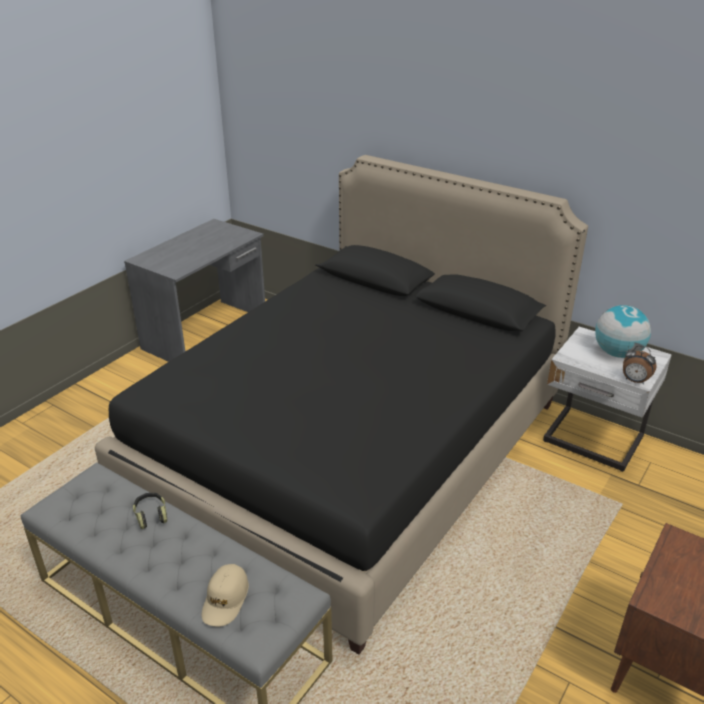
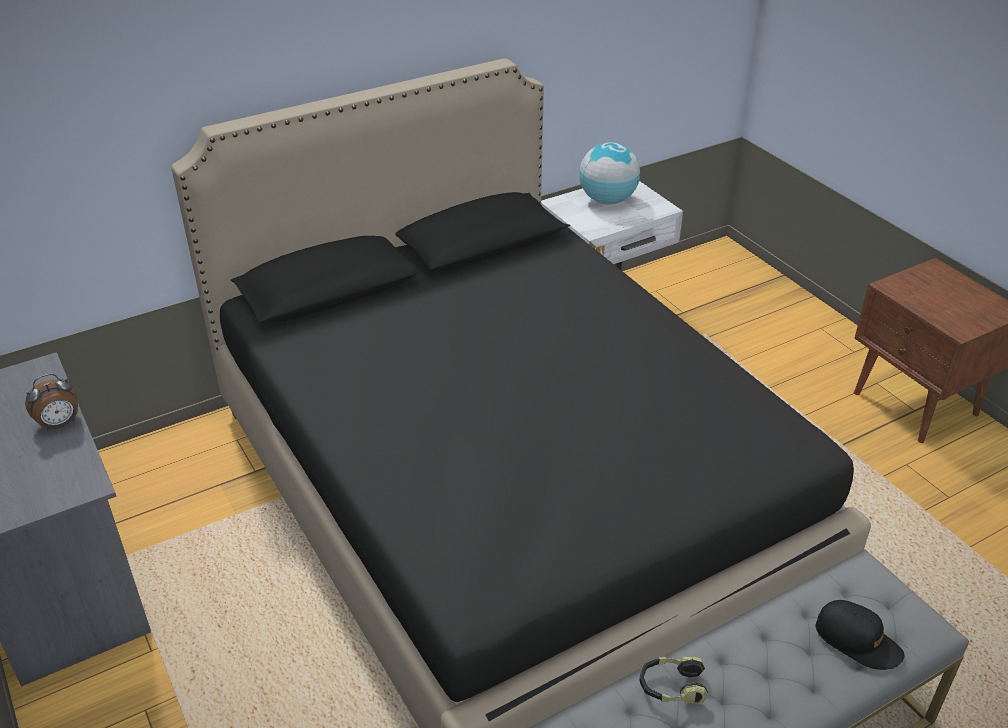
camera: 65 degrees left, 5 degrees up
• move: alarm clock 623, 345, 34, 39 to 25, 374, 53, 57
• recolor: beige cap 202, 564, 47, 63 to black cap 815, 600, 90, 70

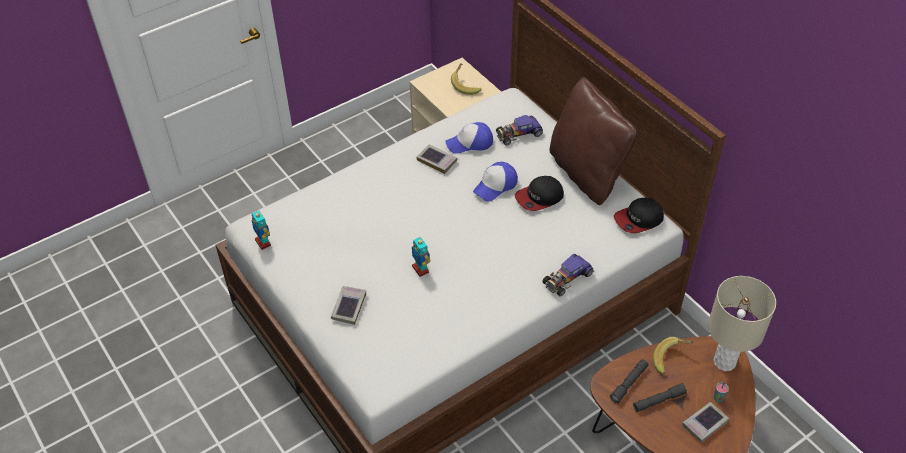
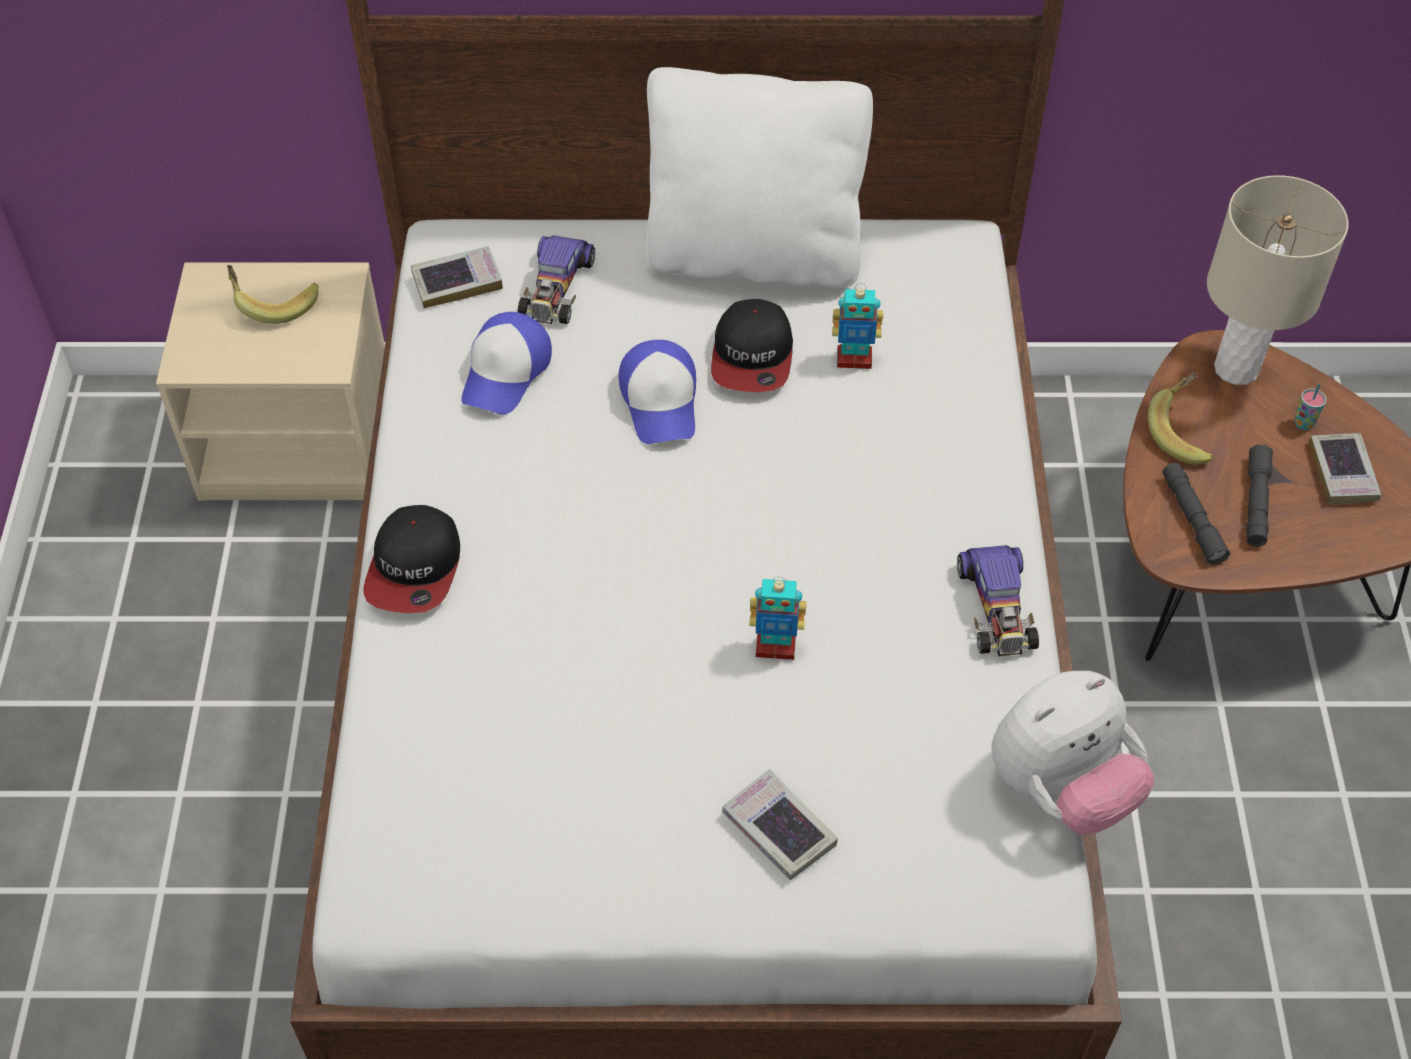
camera: 55 degrees left, 5 degrees up
• move: cap 614, 198, 50, 35 to 364, 505, 96, 108
• move: book 416, 144, 41, 30 to 411, 246, 92, 62
• recolor: brown pillow 549, 77, 89, 128 to white pillow 646, 67, 227, 221
• move: toy robot 251, 211, 20, 39 to 832, 283, 51, 86
• move: toy car 542, 254, 51, 42 to 957, 545, 82, 111
• insert: plush toy 992, 671, 163, 164

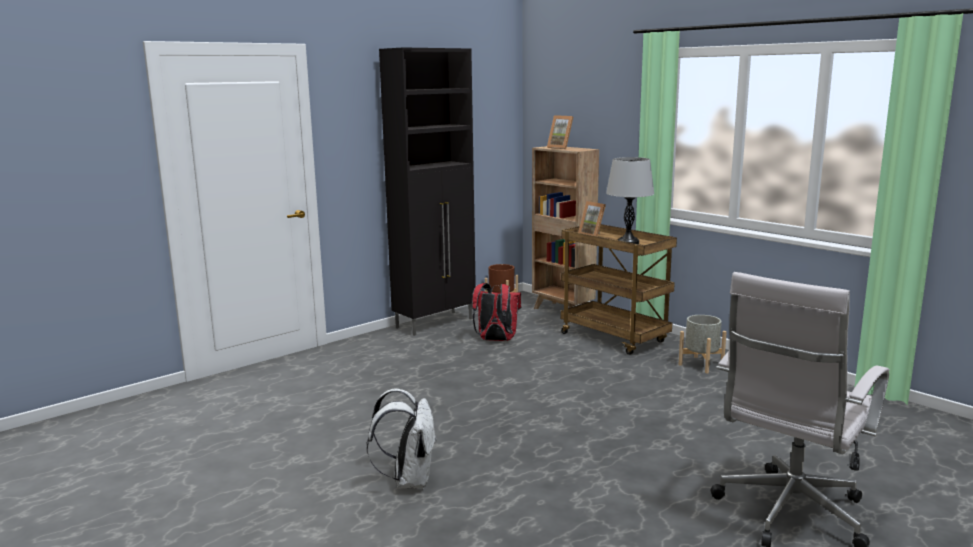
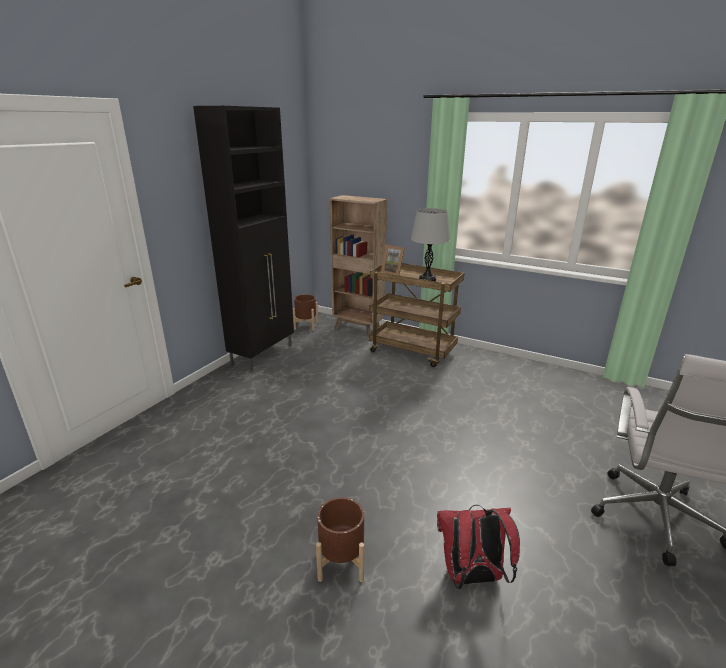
camera: 20 degrees left, 10 degrees up
• replace: white backpack 366, 388, 71, 101 to brown planter 316, 497, 48, 85
• move: red backpack 472, 283, 50, 58 to 437, 505, 83, 84
• delete: picture frame 547, 115, 26, 34
• delete: grey planter 678, 315, 49, 59

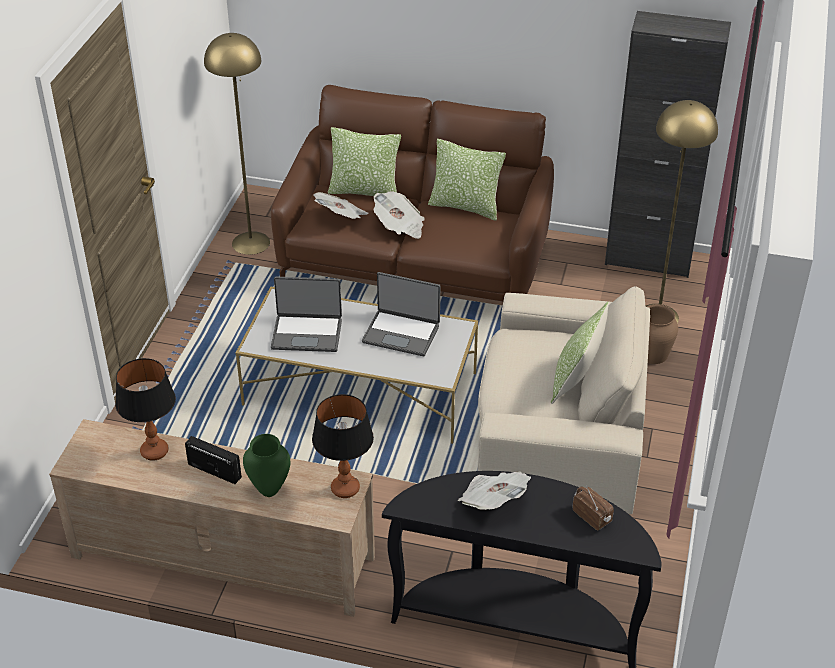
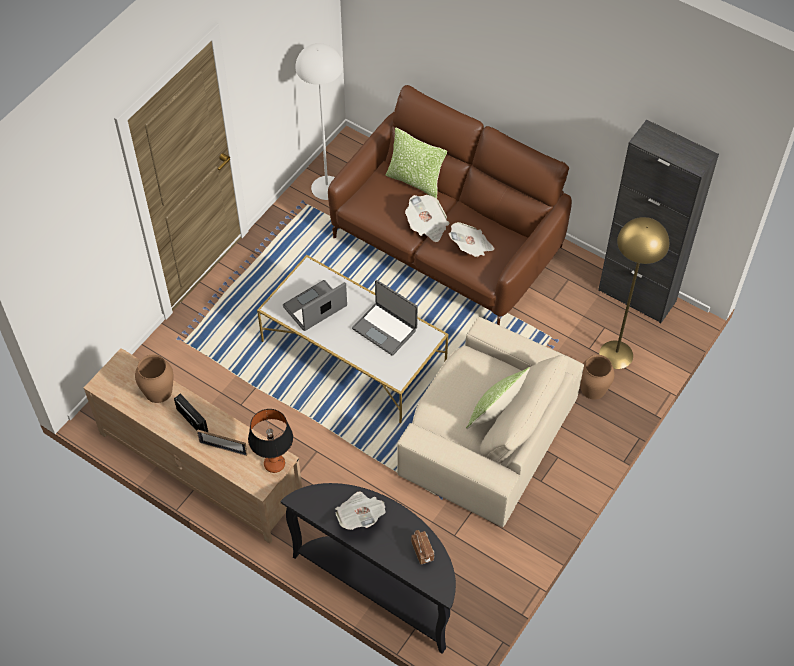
camera: 20 degrees right, 15 degrees up
• replace: table lamp 115, 358, 61, 103 to brown vase 135, 355, 39, 48
• replace: green vase 243, 434, 48, 63 to picture frame 197, 429, 51, 27
• rotate: laptop 271, 277, 71, 75 = 283, 280, 64, 51 120 degrees clockwise
• recolor: yellow floor lamp 204, 33, 66, 222 to white floor lamp 295, 43, 48, 157
• move: newspaper 313, 192, 56, 27 to 449, 222, 45, 35
• delete: pillow 428, 139, 78, 82

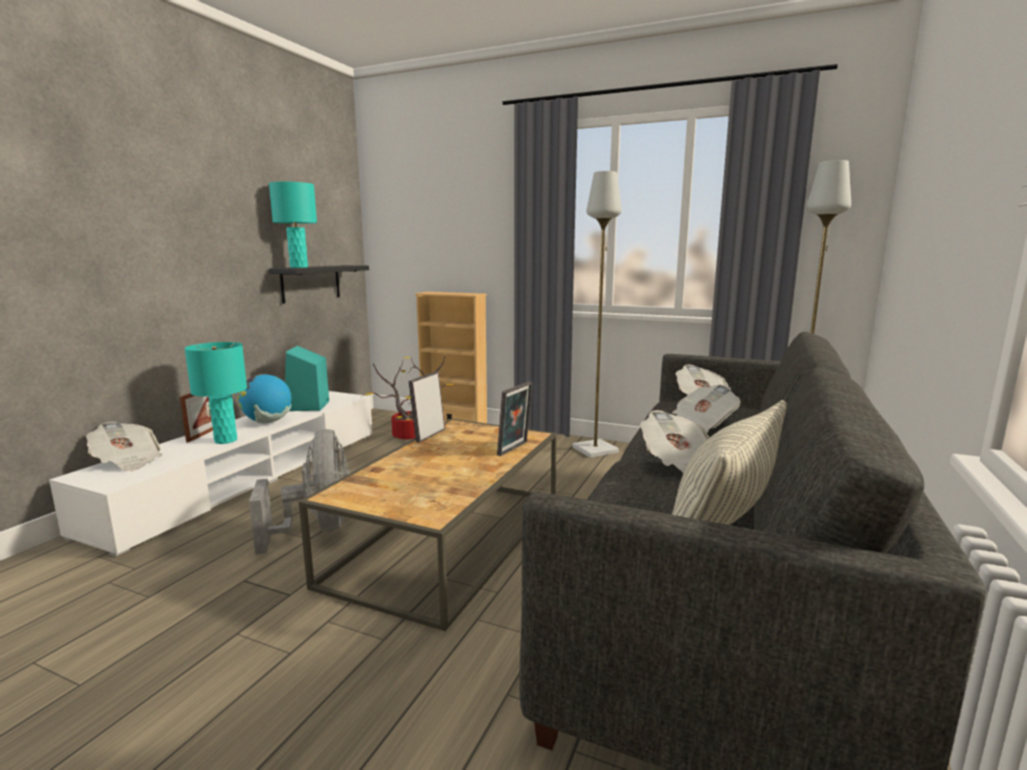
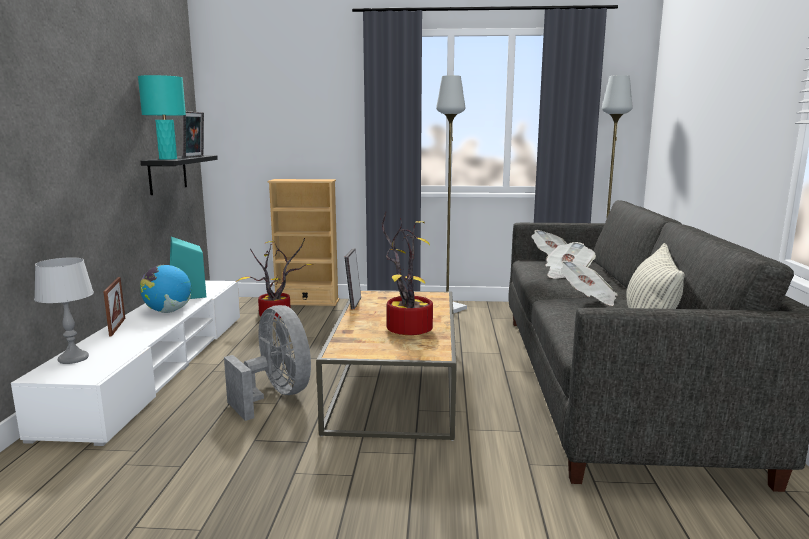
camera: 20 degrees left, 0 degrees up
• replace: newspaper 86, 422, 76, 49 to grey table lamp 34, 257, 60, 107
• move: picture frame 497, 382, 36, 74 to 183, 112, 21, 46
• insert: potted plant 382, 211, 51, 124
• delete: turquoise table lamp 184, 342, 63, 102

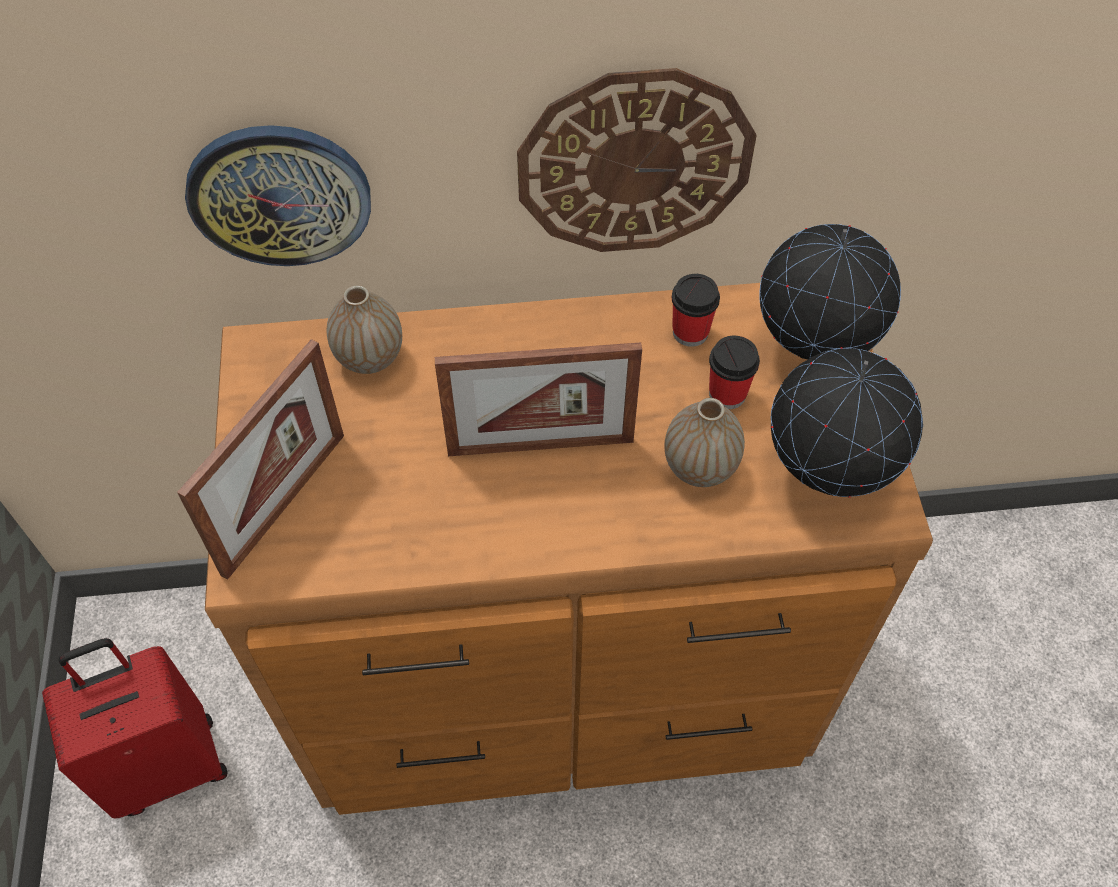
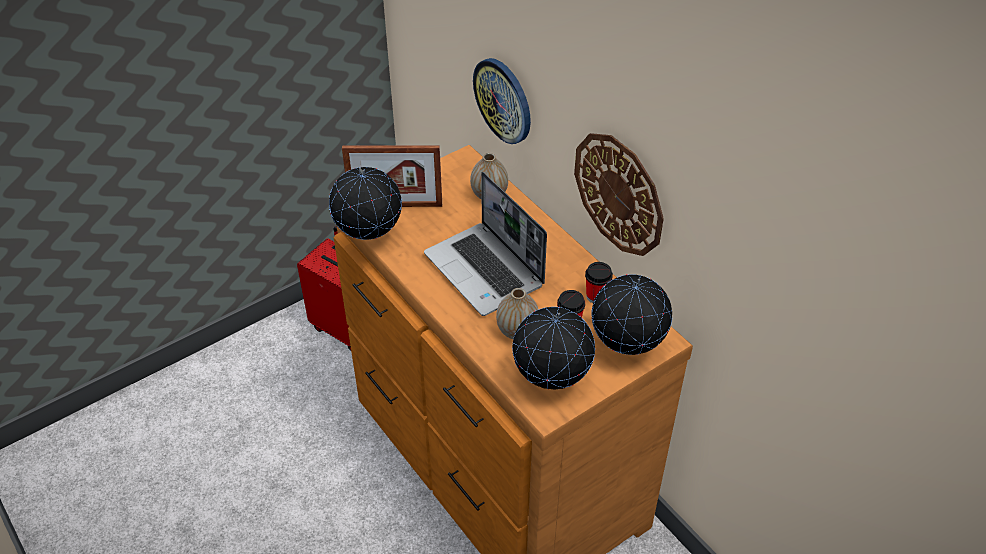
camera: 60 degrees right, 10 degrees down
• insert: globe 329, 167, 73, 73
• replace: picture frame 435, 342, 207, 114 to laptop 424, 172, 123, 144

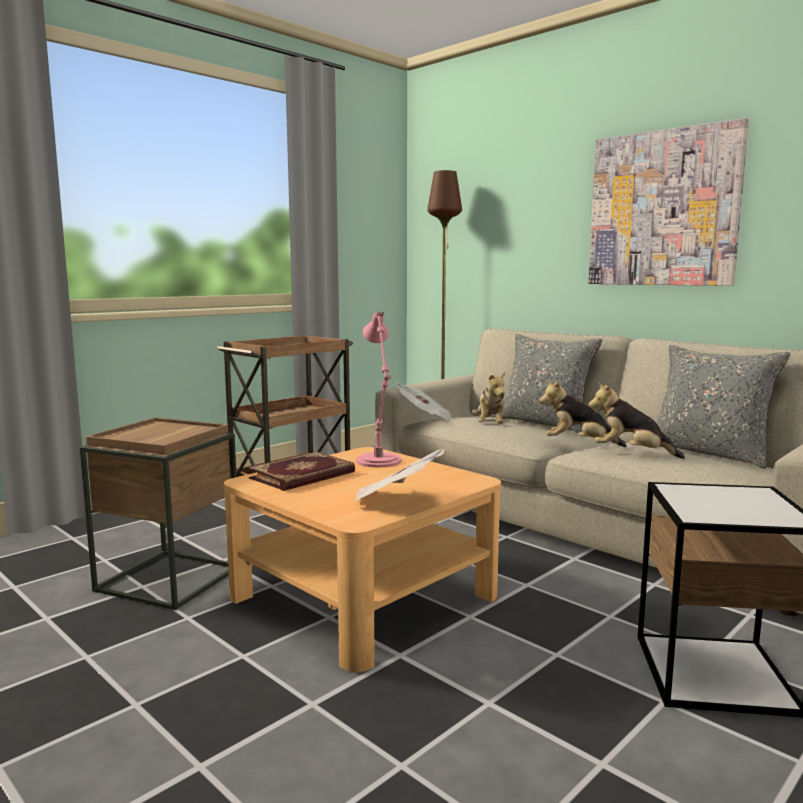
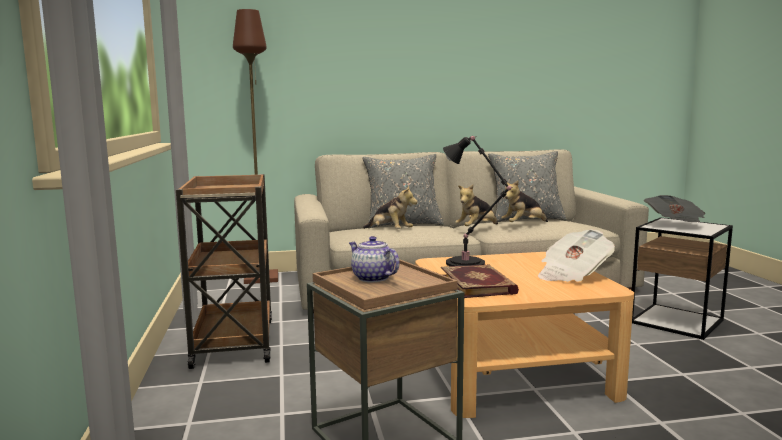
camera: 55 degrees left, 0 degrees up
• insert: teapot 349, 236, 50, 46
• recolor: pink table lamp 356, 311, 46, 156 to black table lamp 443, 136, 70, 130
• move: newspaper 396, 383, 58, 38 to 644, 195, 61, 27
• delete: picture 589, 118, 160, 168

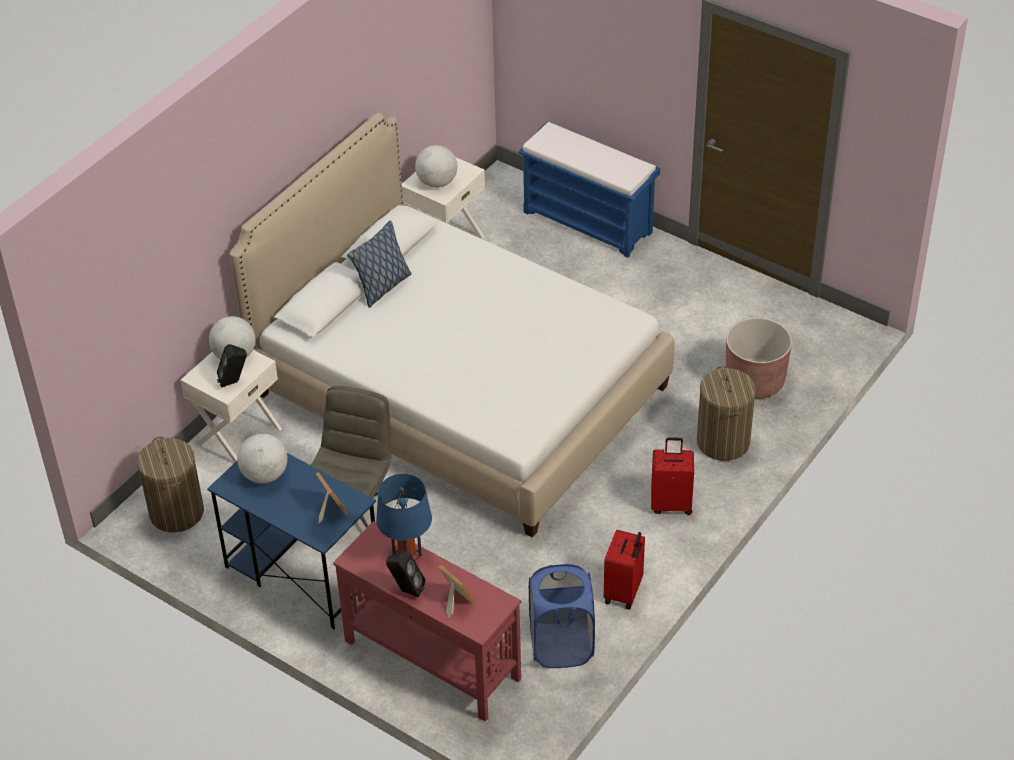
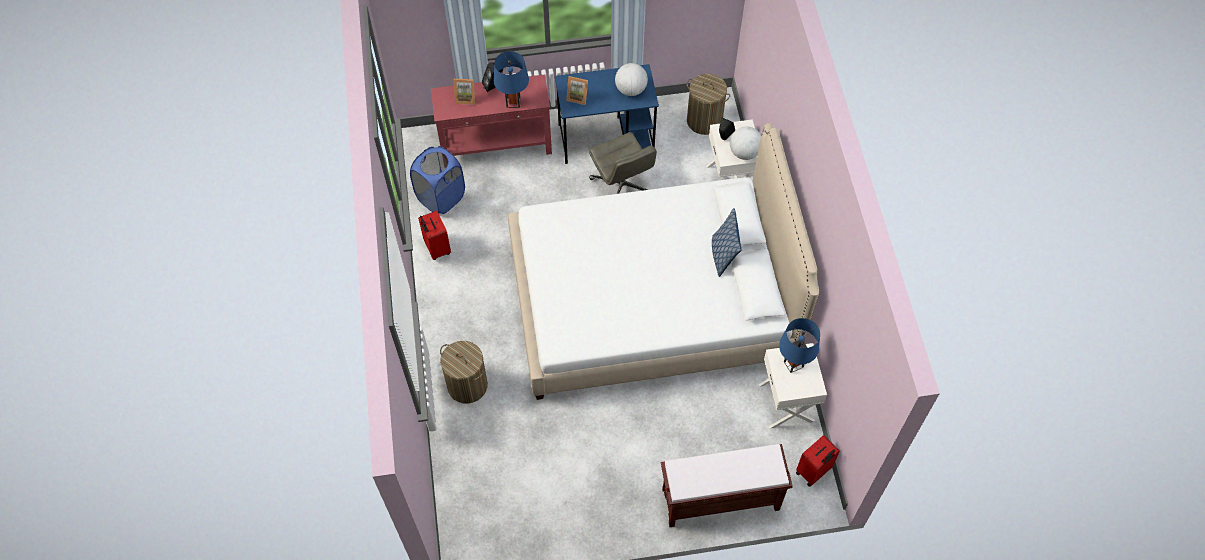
camera: 135 degrees right, 15 degrees up
• recolor: blue bench 518, 122, 142, 136 to brown bench 661, 444, 132, 83
• replace: globe 415, 145, 43, 43 to blue table lamp 779, 318, 41, 55
• move: red suitcase 651, 437, 43, 78 to 796, 435, 44, 52
• delete: brown planter 726, 317, 66, 82

